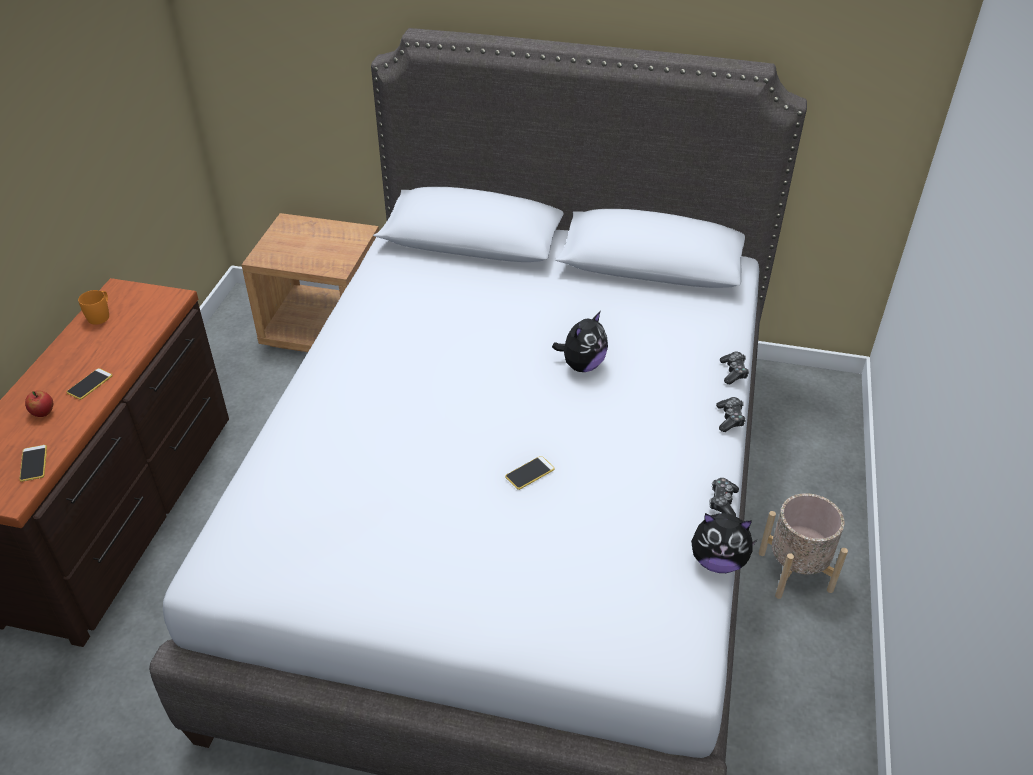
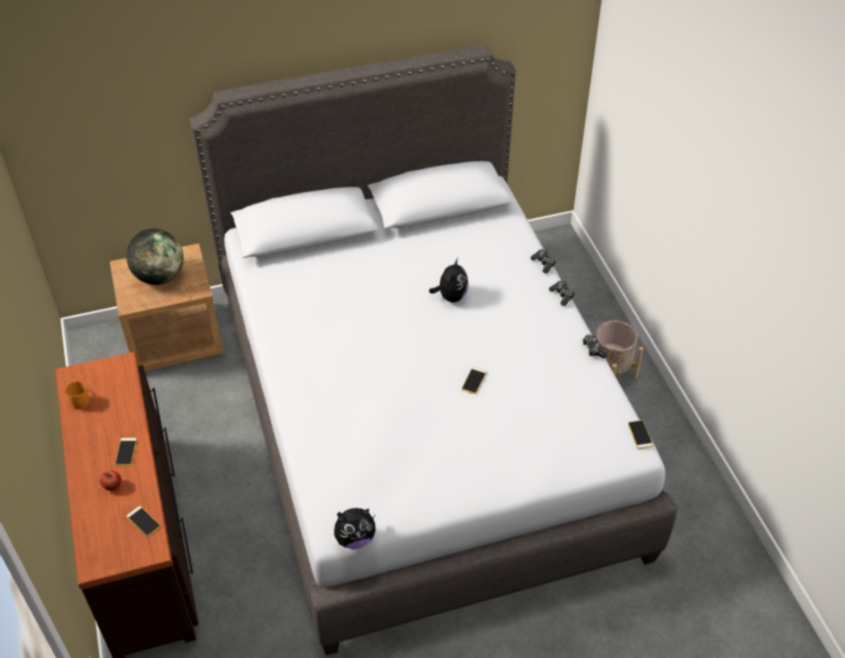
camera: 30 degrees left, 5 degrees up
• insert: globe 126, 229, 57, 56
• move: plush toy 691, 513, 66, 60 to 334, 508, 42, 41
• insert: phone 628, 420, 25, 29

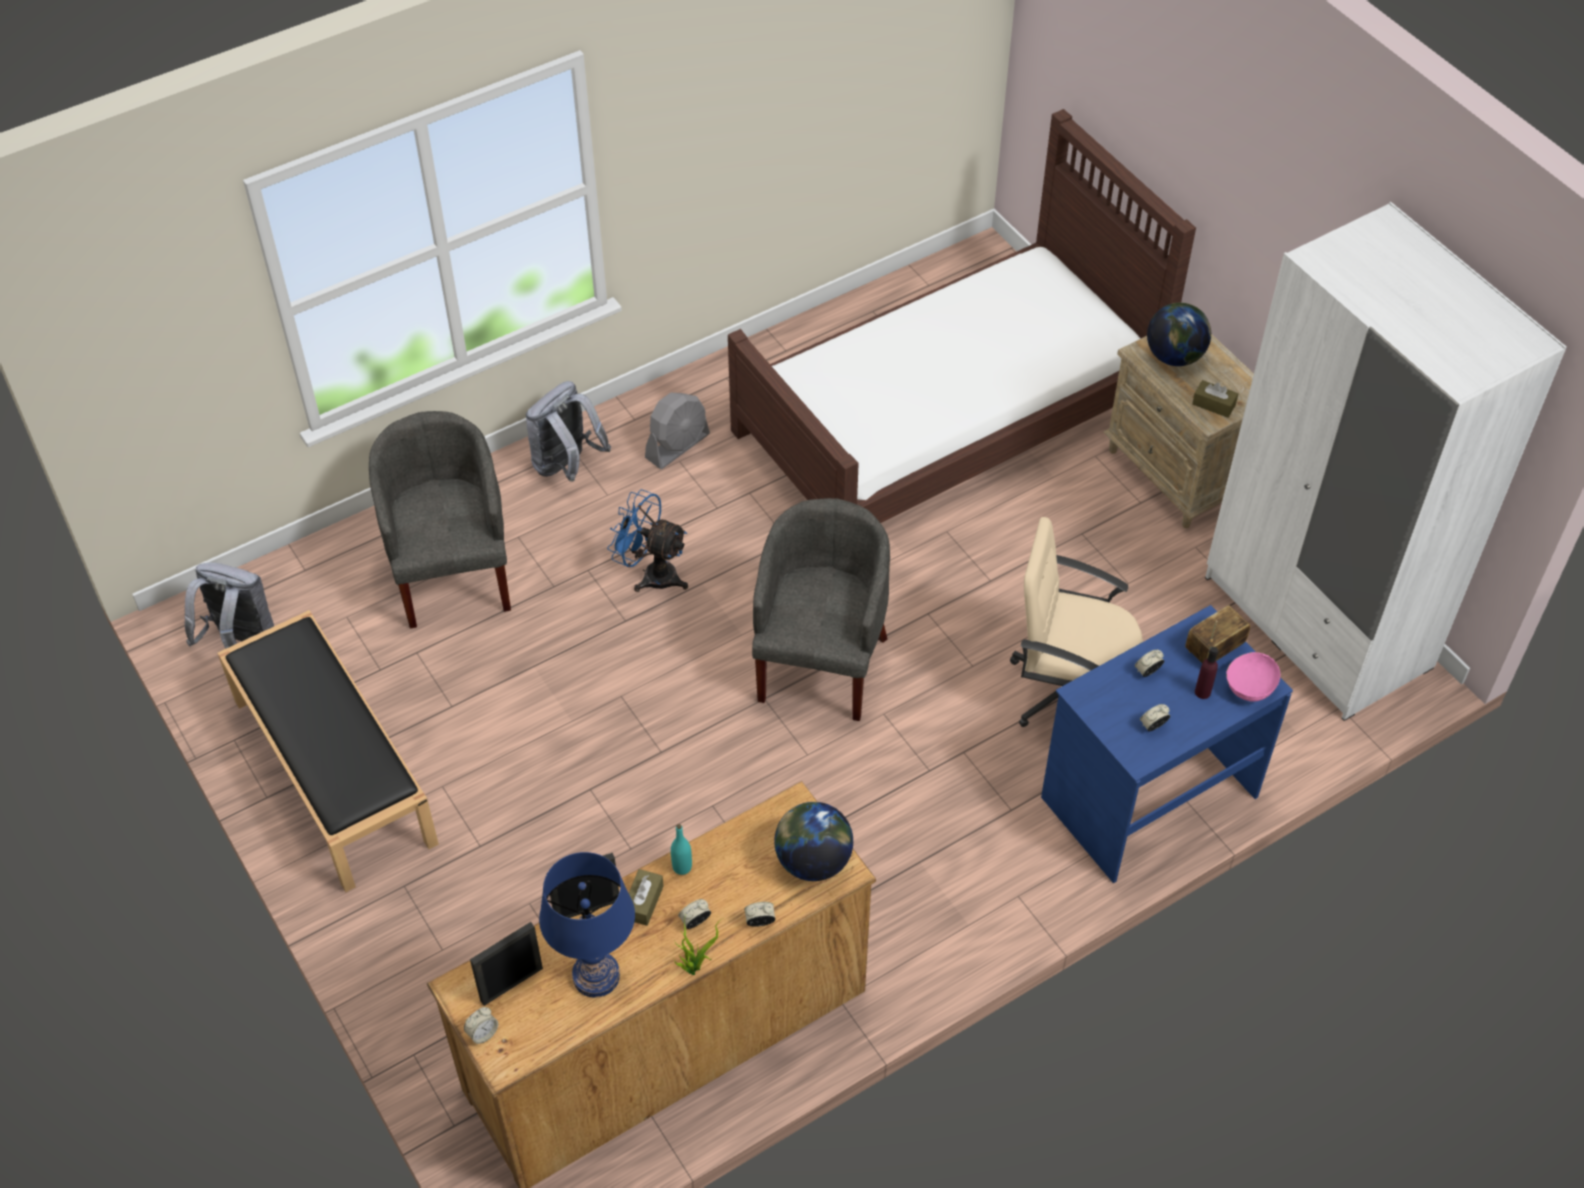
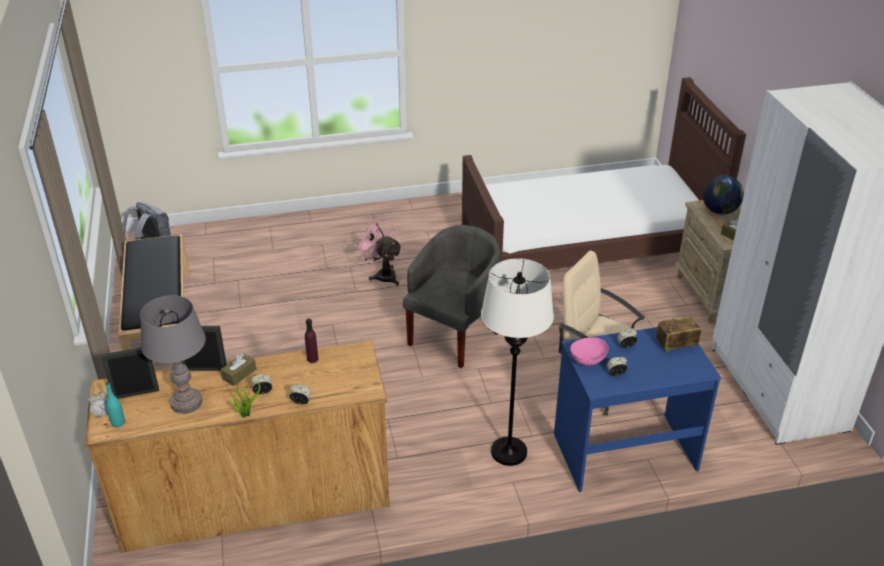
camera: 20 degrees right, 15 degrees down
• move: turquoise bottle 671, 824, 21, 51 to 105, 382, 20, 45
• recolor: blue table lamp 539, 852, 96, 146 to grey table lamp 140, 295, 66, 119
• move: purple bottle 1195, 647, 23, 52 to 305, 319, 13, 44
• recolor: blue fan 607, 489, 81, 103 to pink fan 355, 217, 47, 69
• insert: white floor lamp 481, 258, 73, 208
• move: pink bowl 1226, 652, 54, 50 to 570, 337, 39, 29
• delete: grey armchair 369, 411, 142, 217
• delete: grey backpack 526, 381, 85, 101
• delete: grey fan 645, 393, 65, 76
• delete: globe 774, 802, 79, 79

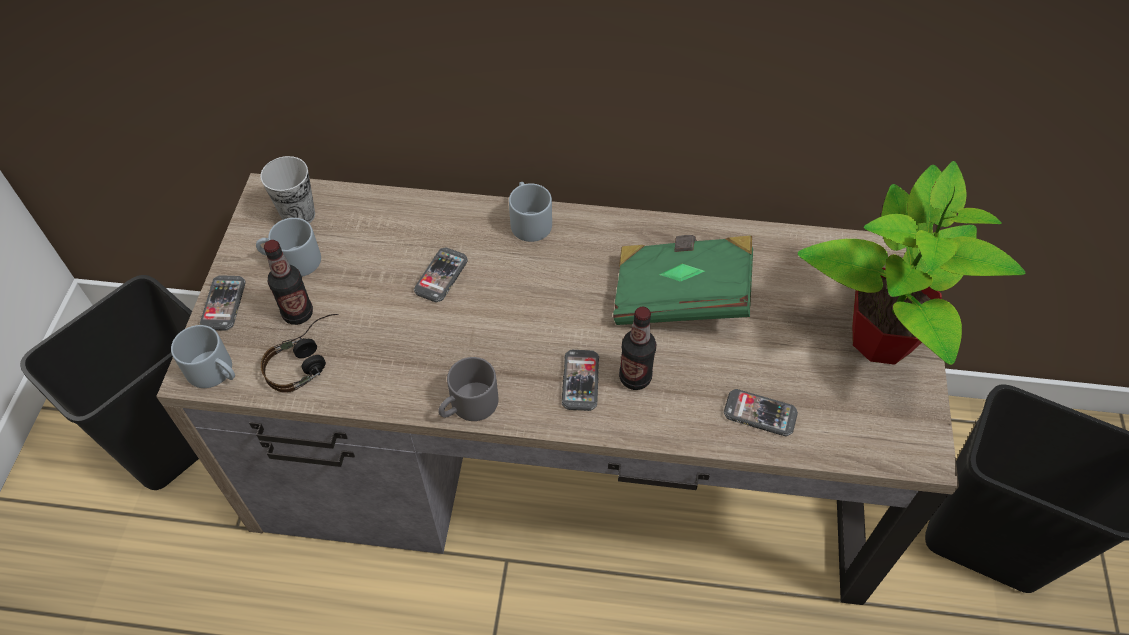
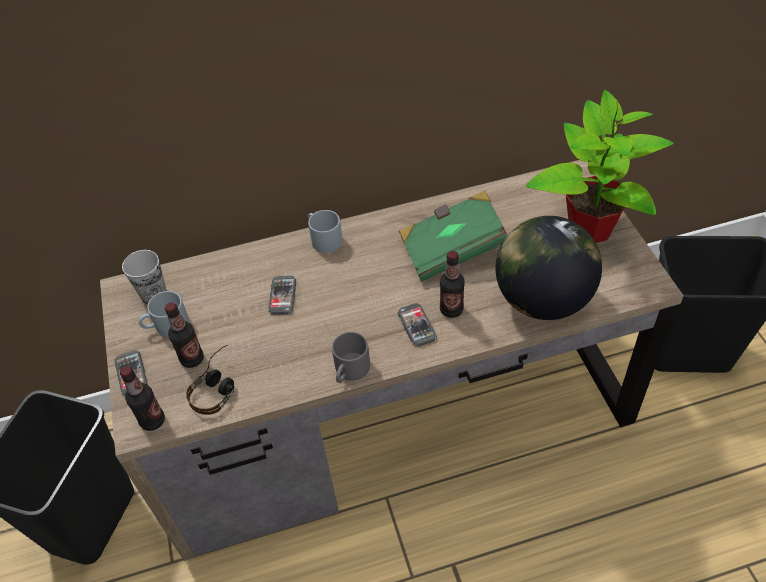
camera: 20 degrees left, 5 degrees down
• replace: grey mug 171, 325, 64, 63 to bottle 120, 366, 45, 65
• replace: phone 724, 389, 74, 47 to globe 495, 216, 107, 104

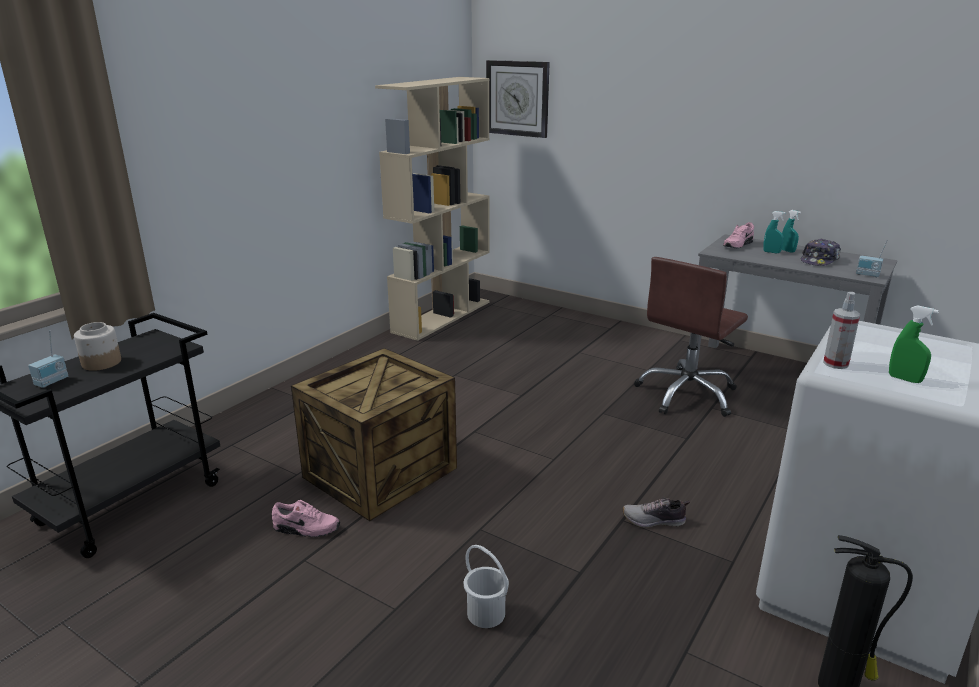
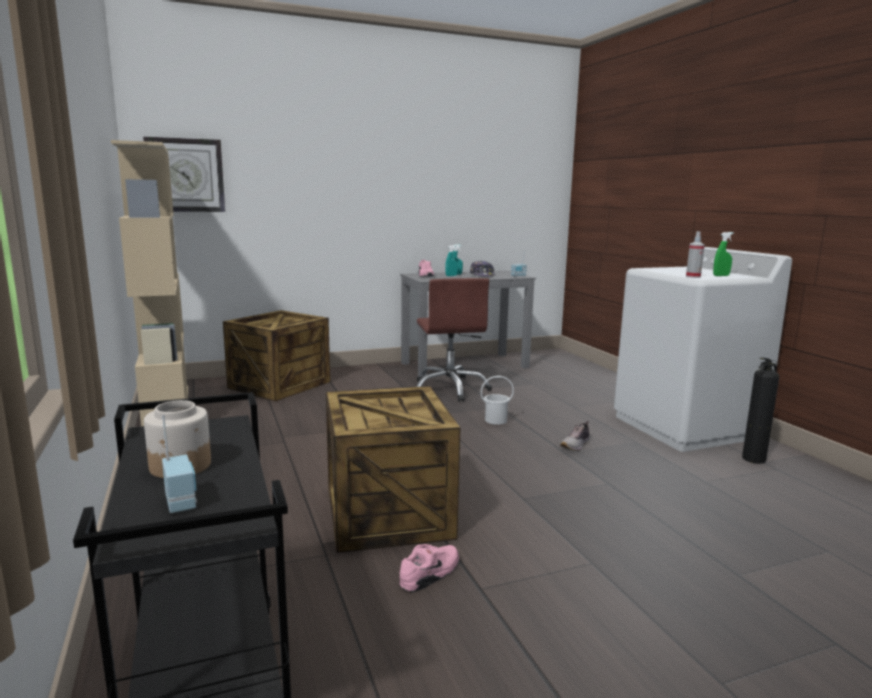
camera: 55 degrees left, 10 degrees down
• insert: crate 223, 310, 107, 91
• move: white bucket 464, 545, 45, 83 to 481, 376, 33, 49

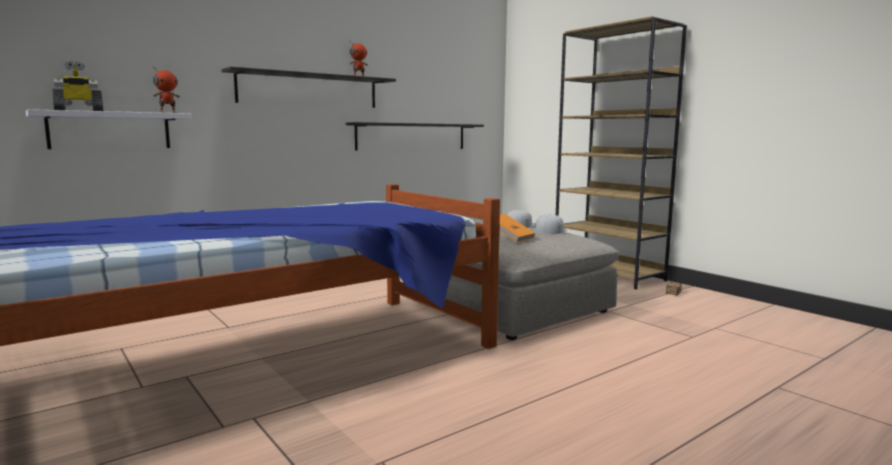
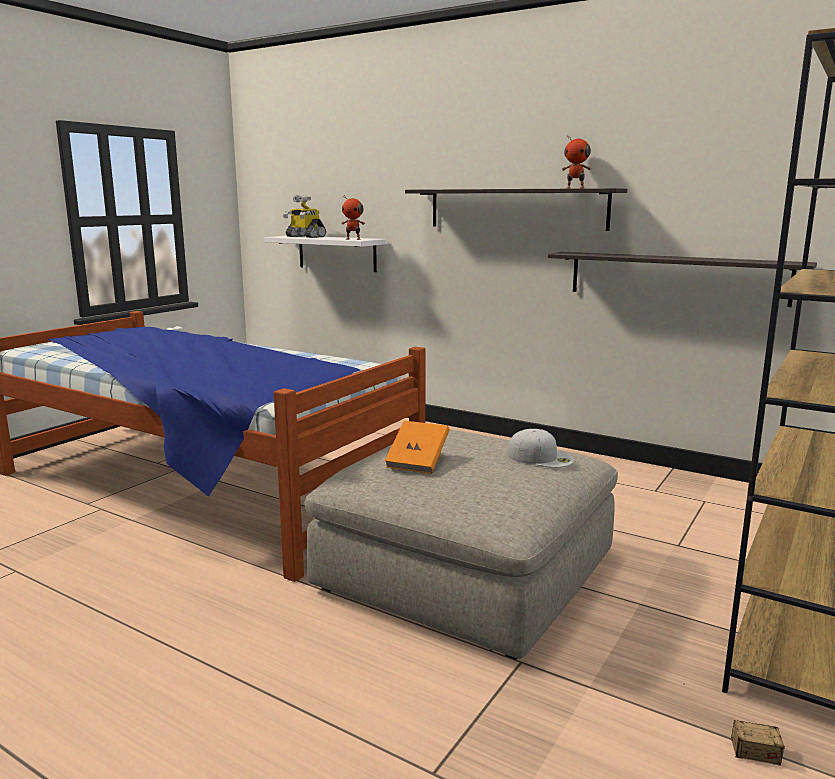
camera: 70 degrees right, 5 degrees up
• delete: white cap 535, 214, 31, 20

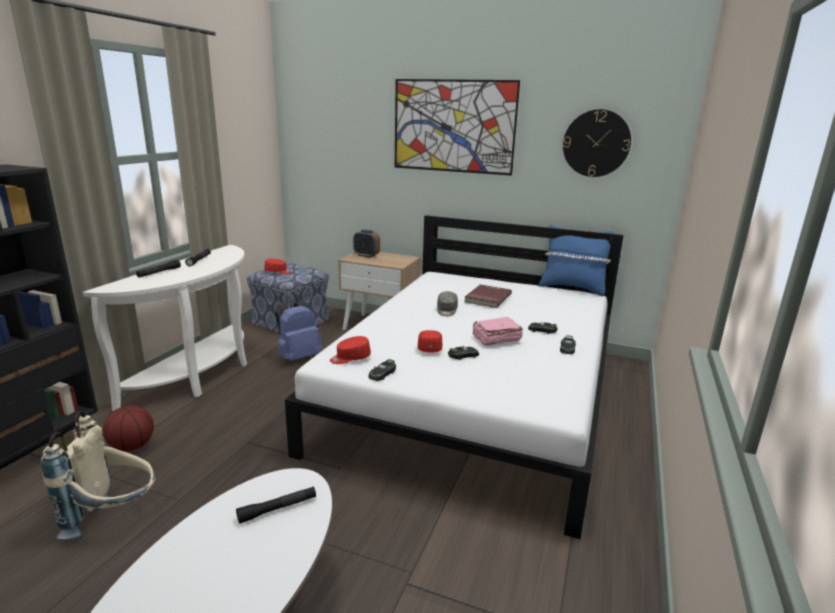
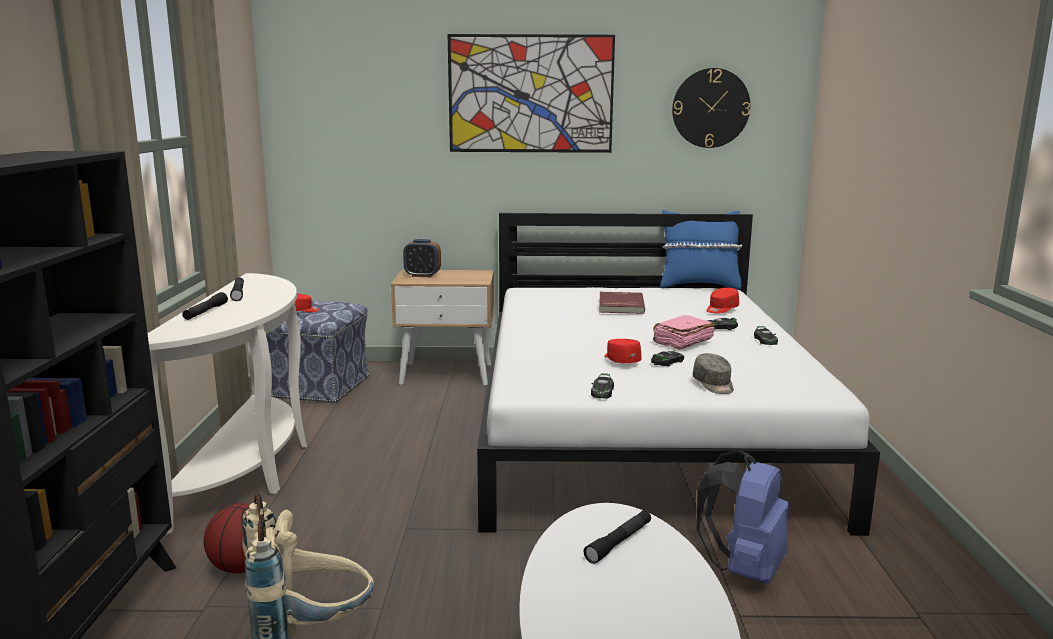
camera: 20 degrees left, 5 degrees down
• move: grey cap 437, 291, 21, 25 to 693, 353, 41, 41
• move: blue backpack 275, 300, 47, 61 to 697, 450, 93, 134
• move: red cap 330, 336, 41, 28 to 706, 288, 33, 26

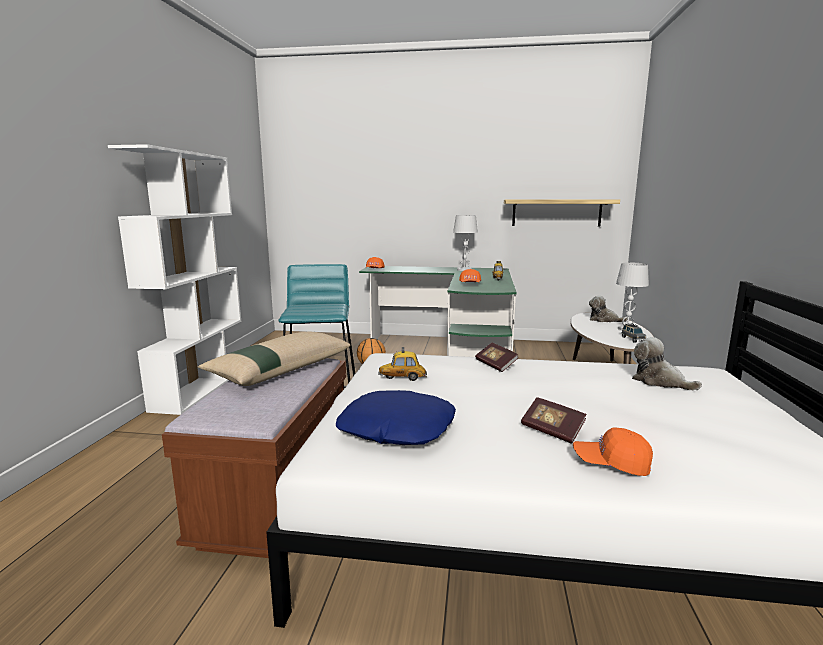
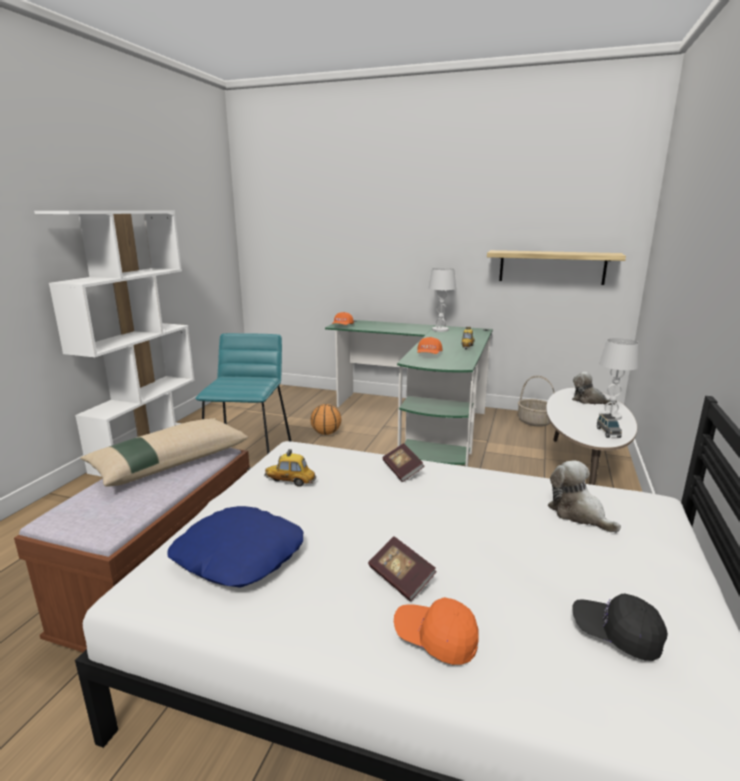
camera: 10 degrees right, 5 degrees up
• insert: basket 518, 376, 36, 51
• insert: black cap 572, 593, 96, 68

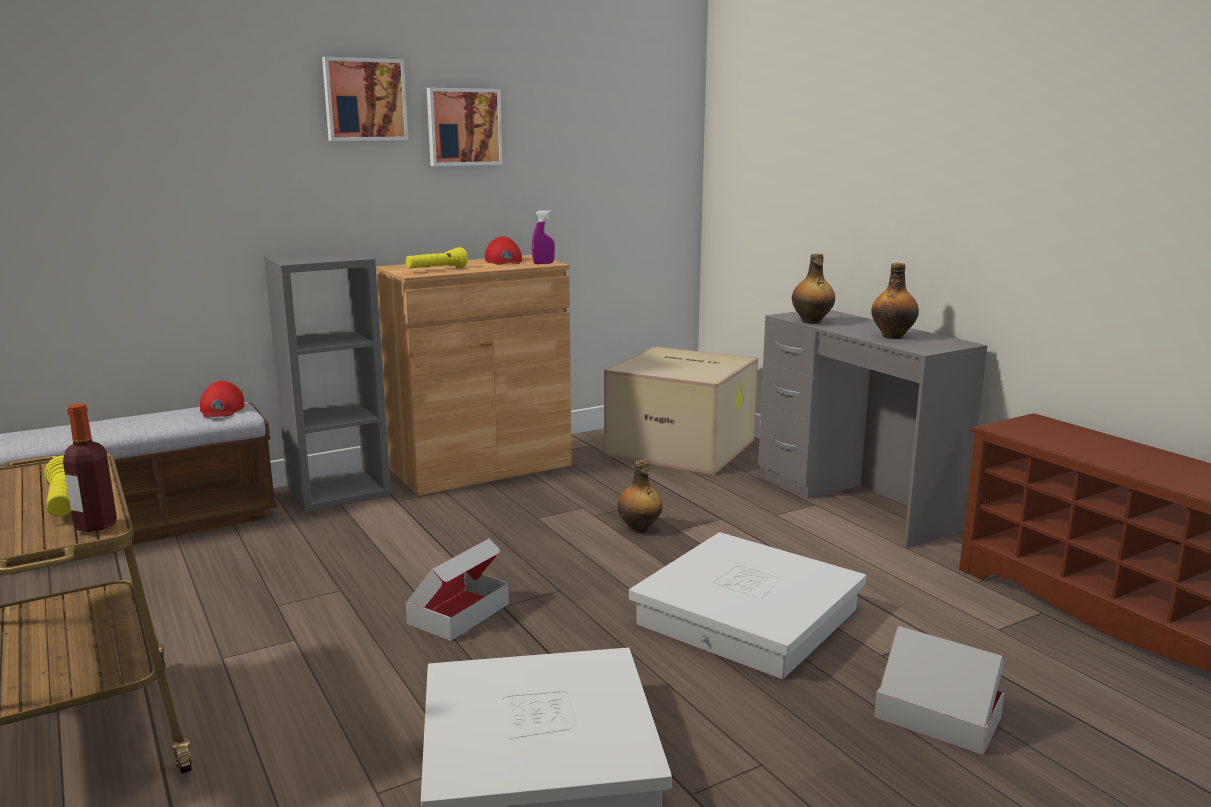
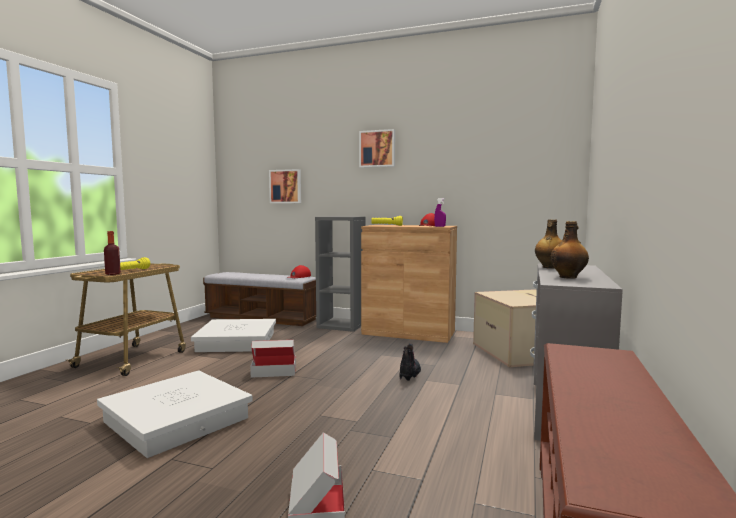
camera: 50 degrees right, 10 degrees down
• move: white storage box 629, 532, 237, 147 to 191, 319, 85, 33
• move: picture 427, 88, 76, 78 to 269, 169, 32, 34
• replace: bottle 617, 460, 46, 73 to boot 399, 343, 22, 38

